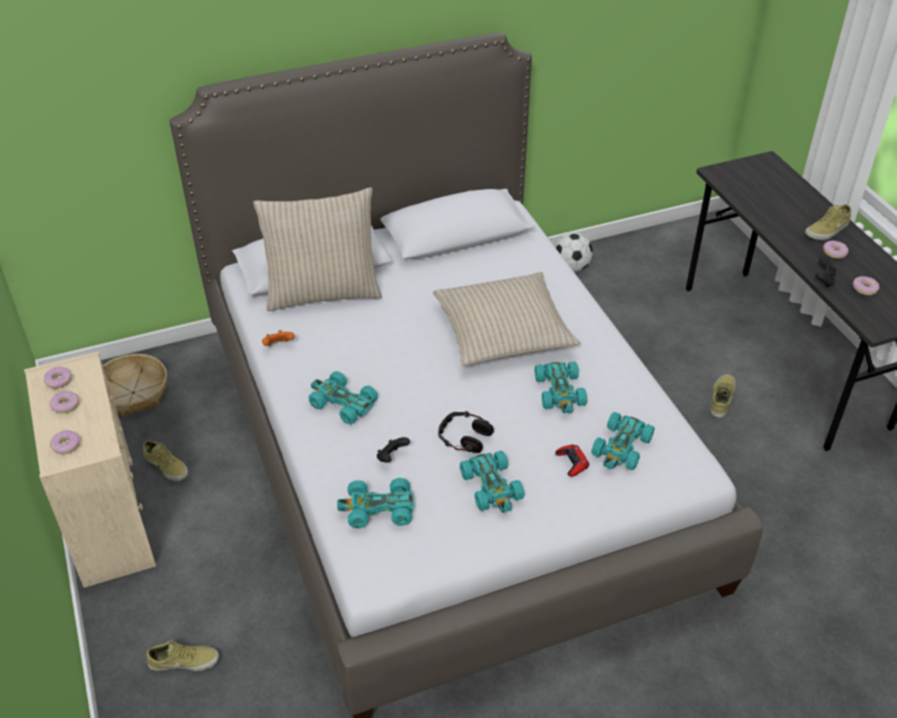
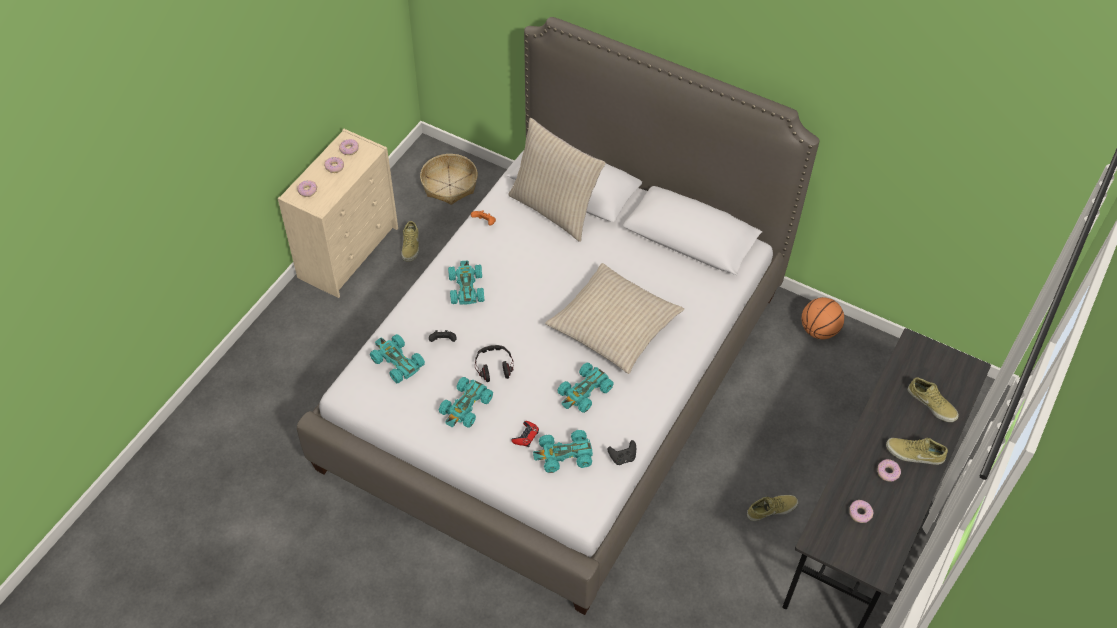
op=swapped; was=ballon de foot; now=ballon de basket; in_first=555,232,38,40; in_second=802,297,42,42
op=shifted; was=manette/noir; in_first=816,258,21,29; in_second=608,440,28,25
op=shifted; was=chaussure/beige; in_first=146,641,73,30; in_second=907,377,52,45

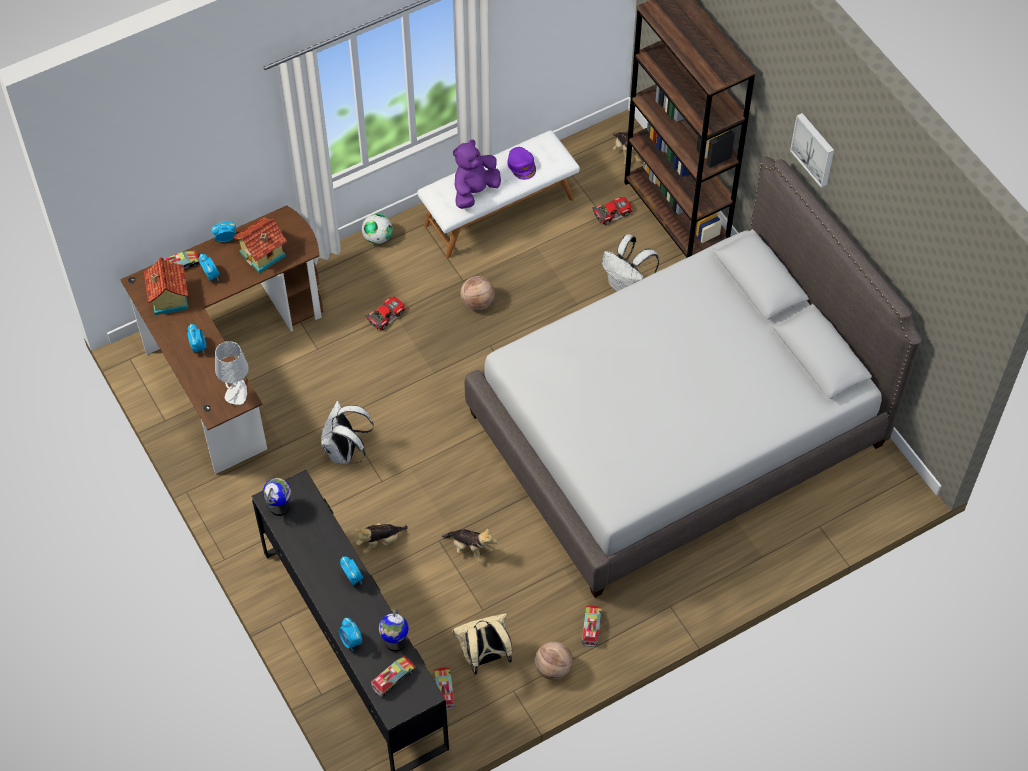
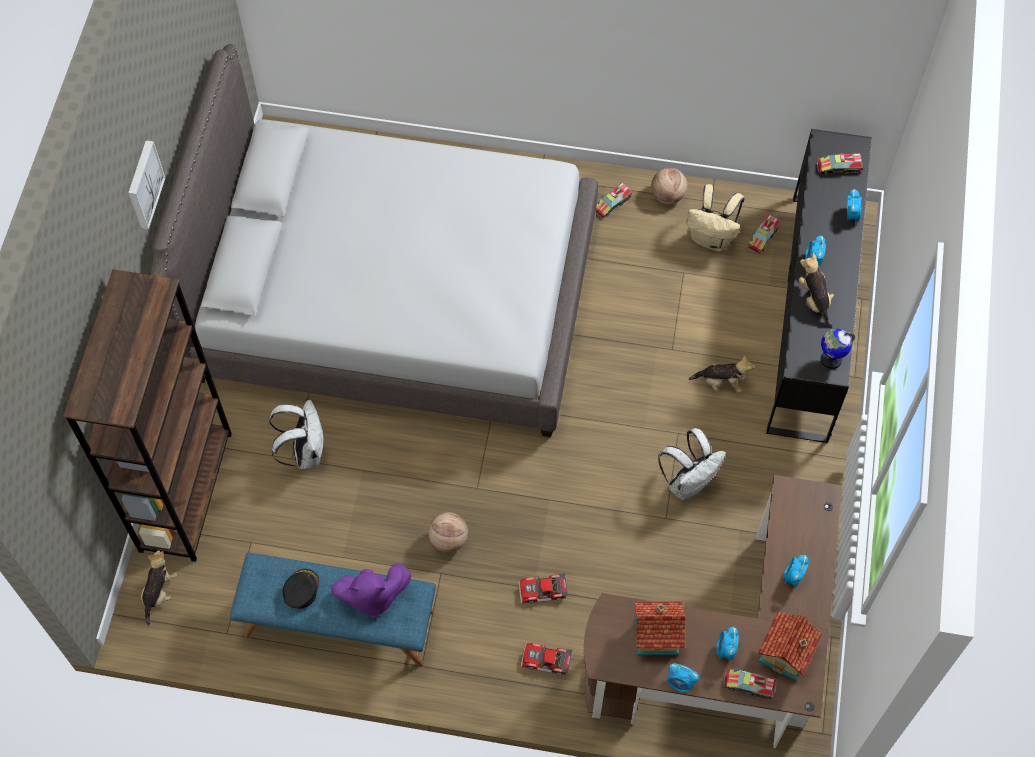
op=repainted; was=banc/blanc; now=banc/bleu; in_first=418,130,162,128; in_second=230,553,206,114
op=repainted; was=casquette/violet; now=casquette/noir; in_first=508,147,28,33; in_second=283,569,36,40
op=shifted; was=petite voiture; in_first=592,197,42,28; in_second=520,643,52,32
op=gone; was=ballon de foot; in_first=362,214,30,30
op=gone; was=lampe de table/gris; in_first=215,341,33,64
op=shifted; was=peluche; in_first=442,529,55,34; in_second=799,253,35,75
op=gone; was=globe; in_first=379,609,29,43

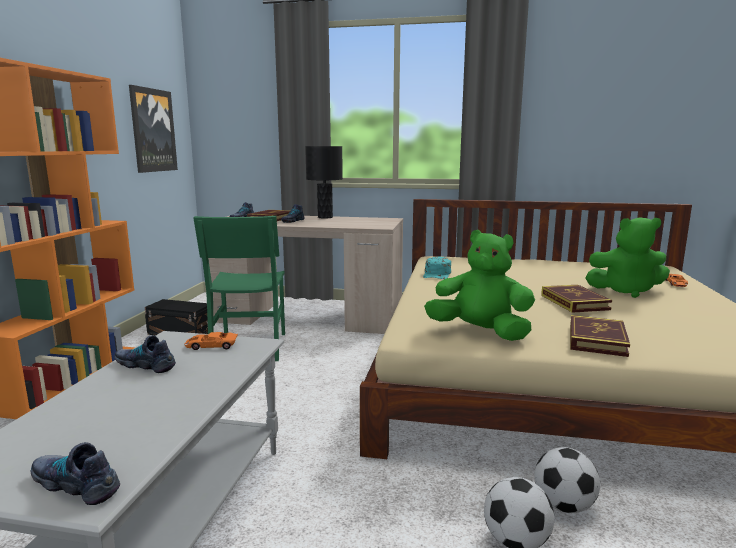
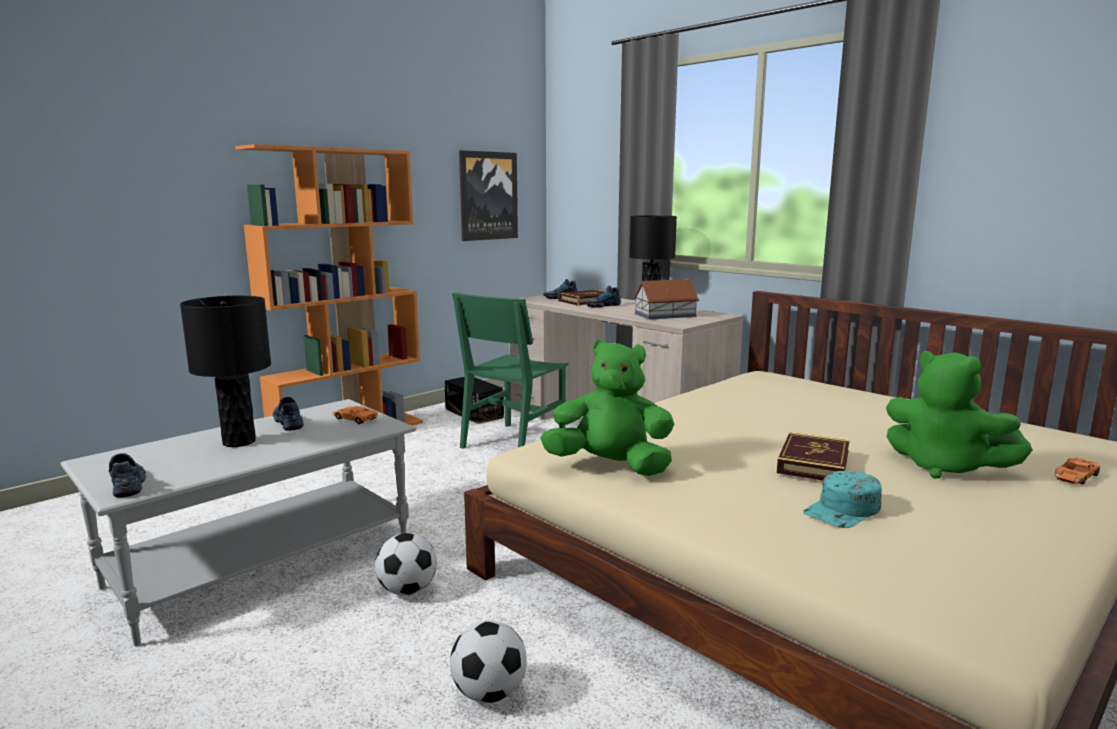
op=rotated; was=peluche/vert; in_first=424,230,111,111; in_second=540,339,134,137; clockwise=-45
op=shifted; was=casquette/turquoise; in_first=423,256,28,23; in_second=803,471,79,57
op=gone; was=livre; in_first=570,315,60,42
op=shifted; was=ballon de foot; in_first=534,447,66,66; in_second=375,533,62,63
op=new; now=maison miniature; in_second=634,279,65,41
op=new; now=lampe de table/noir; in_second=180,296,91,151

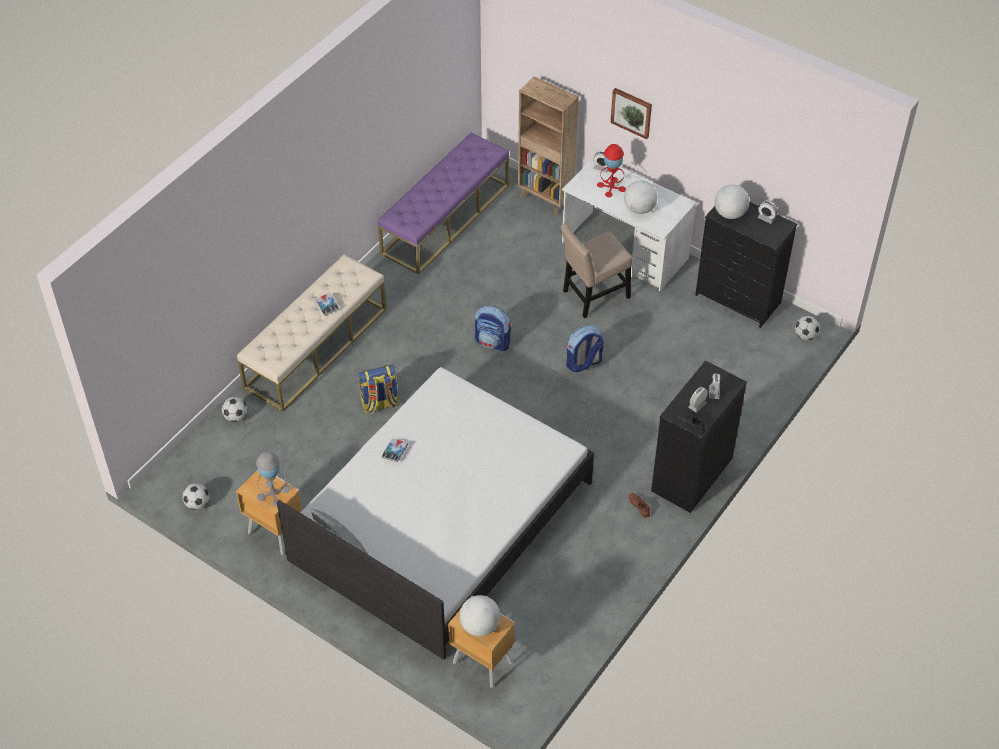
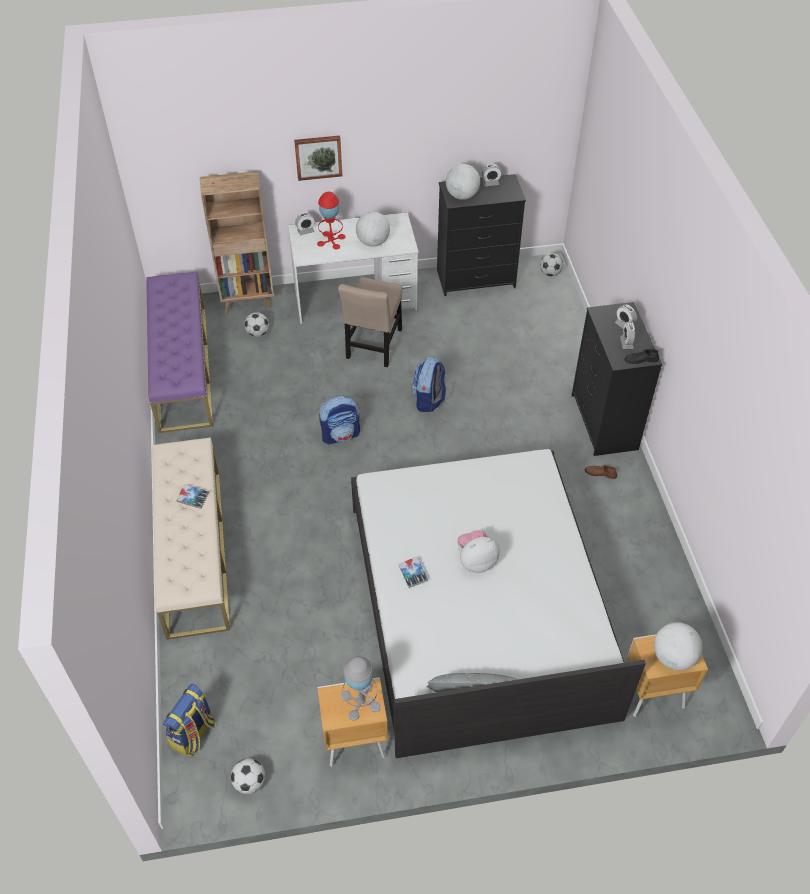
op=shifted; was=sac à dos; in_first=358,365,41,48; in_second=163,684,52,73
op=shifted; was=ballon de foot; in_first=222,396,26,26; in_second=244,312,25,25
op=new; now=peluche; in_second=457,530,43,43

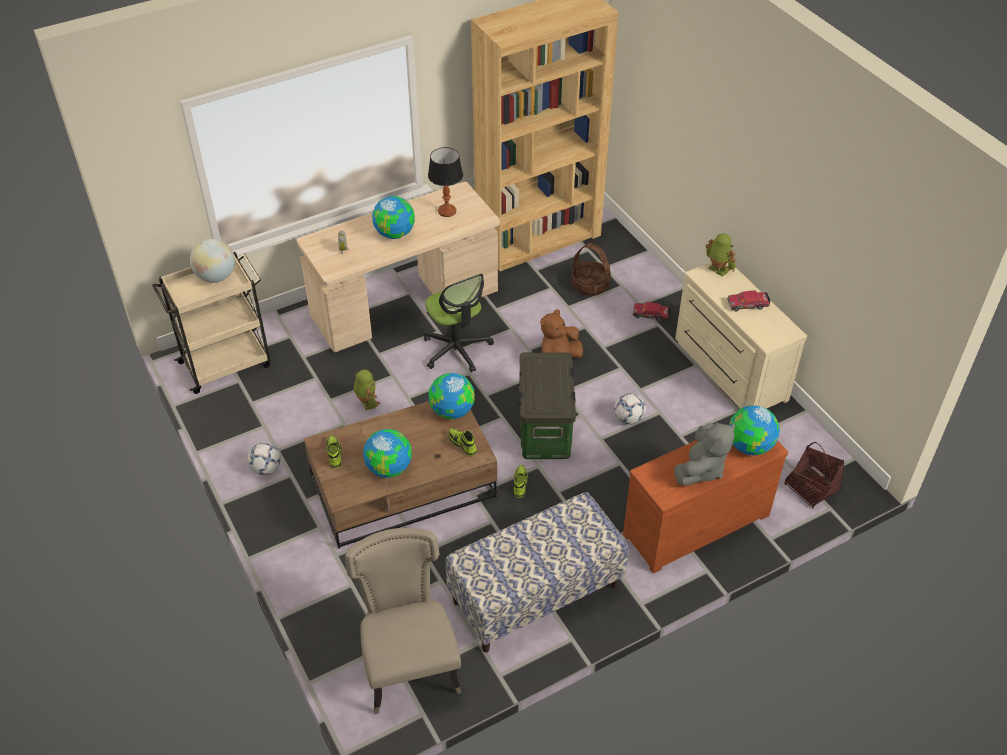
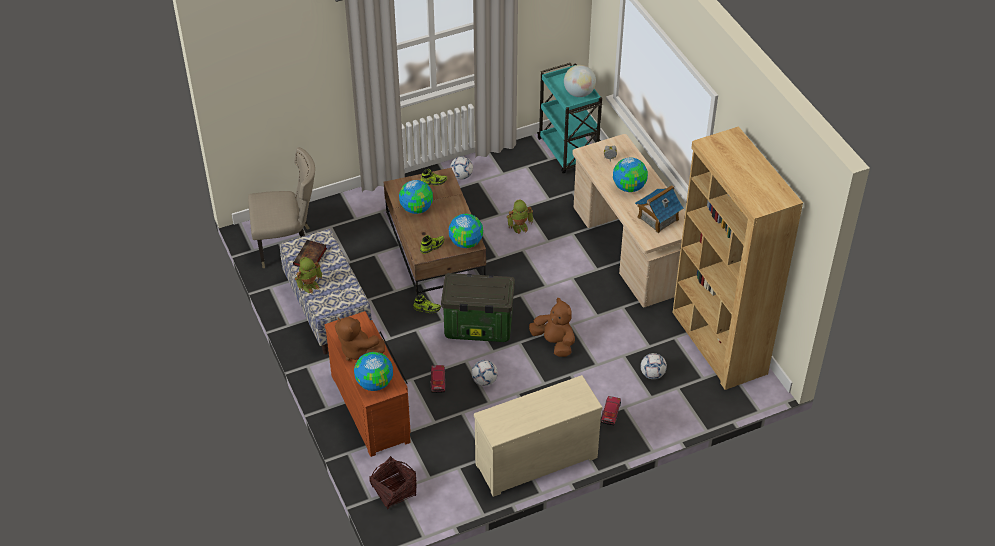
op=swapped; was=lampe de table; now=maison miniature; in_first=428,147,35,70; in_second=635,185,48,48
op=shifted; was=robot jouet; in_first=706,233,30,43; in_second=295,257,27,37
op=swapped; was=panier; now=ballon de foot; in_first=571,243,40,53; in_second=640,353,27,26
op=repainted; was=chariot/beige; now=chariot/turquoise; in_first=152,252,119,142; in_second=537,63,65,111
op=gone; was=chaise de bureau; in_first=424,273,70,99
op=shifted; was=petite voiture; in_first=727,291,44,20; in_second=430,365,16,28
op=repainted; was=peluche/gris; now=peluche/marron; in_first=675,423,60,63; in_second=335,317,50,44
op=new; now=livre; in_second=293,240,34,27

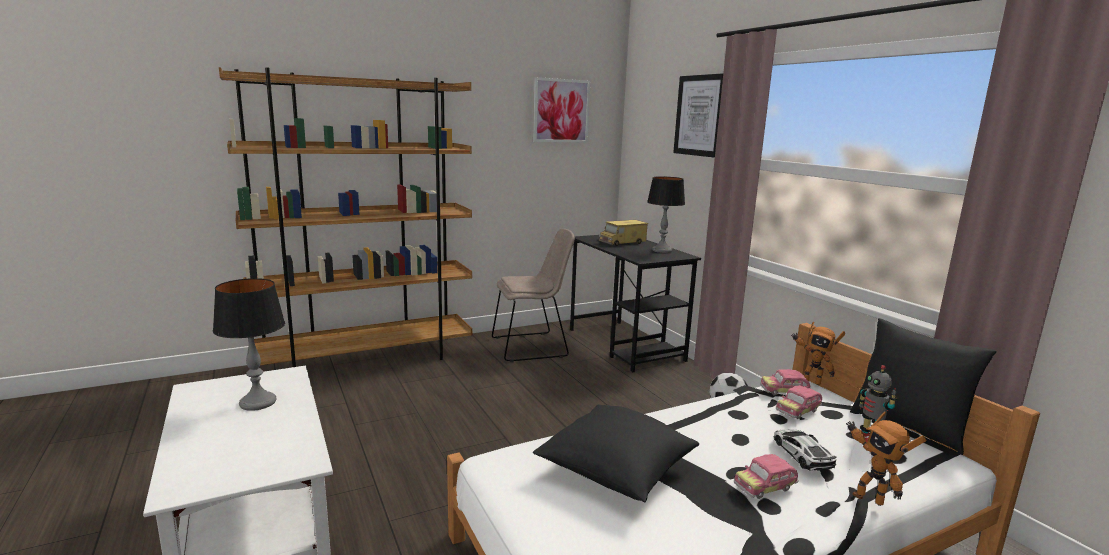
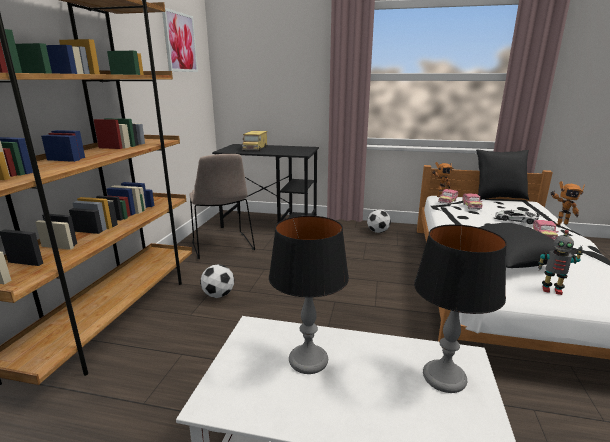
op=gone; was=tableau; in_first=673,73,50,85
op=shifted; was=lampe de table; in_first=647,176,38,77; in_second=414,224,93,169
op=rotated; was=chaise/beige; in_first=492,229,83,133; in_second=189,154,66,105; clockwise=135
op=shifted; was=robot jouet; in_first=858,365,40,77; in_second=538,230,45,65
op=new; now=ballon de foot; in_second=200,264,34,34

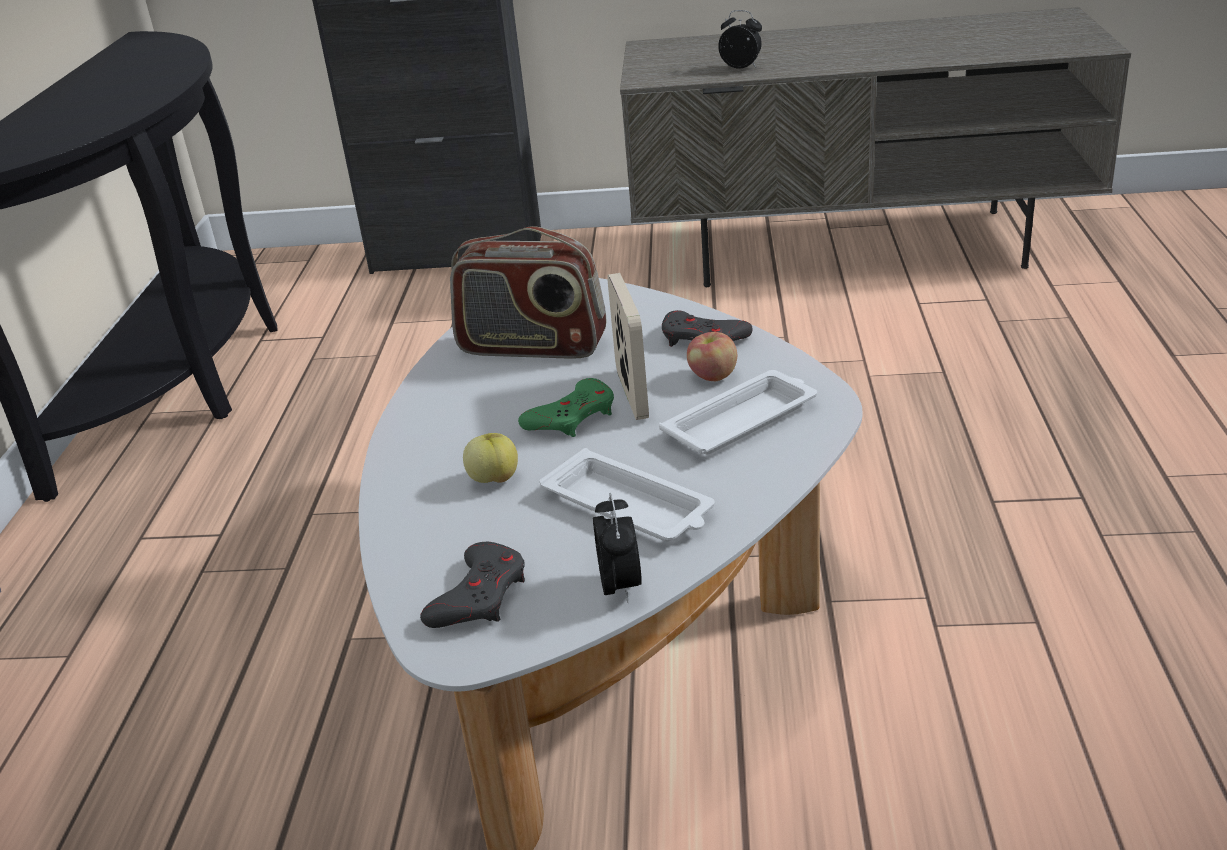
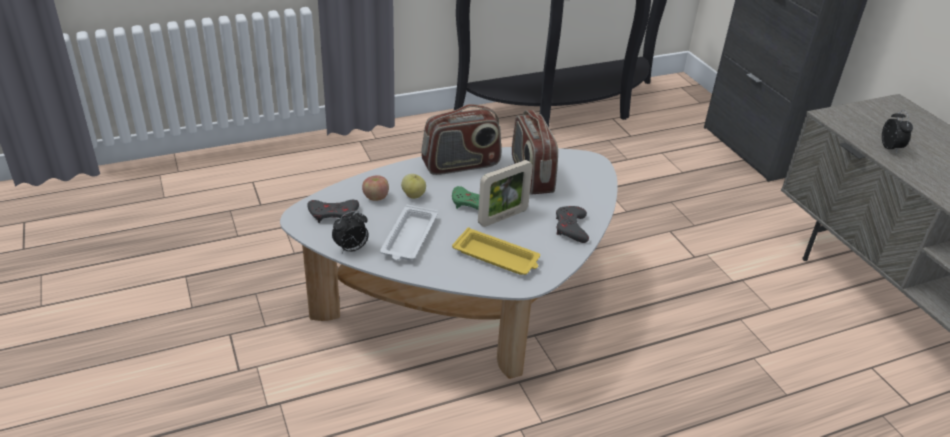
op=shifted; was=pomme; in_first=687,332,50,49; in_second=362,175,27,26
op=repainted; was=plateau/blanc; now=plateau/jaune; in_first=659,370,158,85; in_second=452,227,88,48
op=new; now=radio; in_second=421,104,80,71

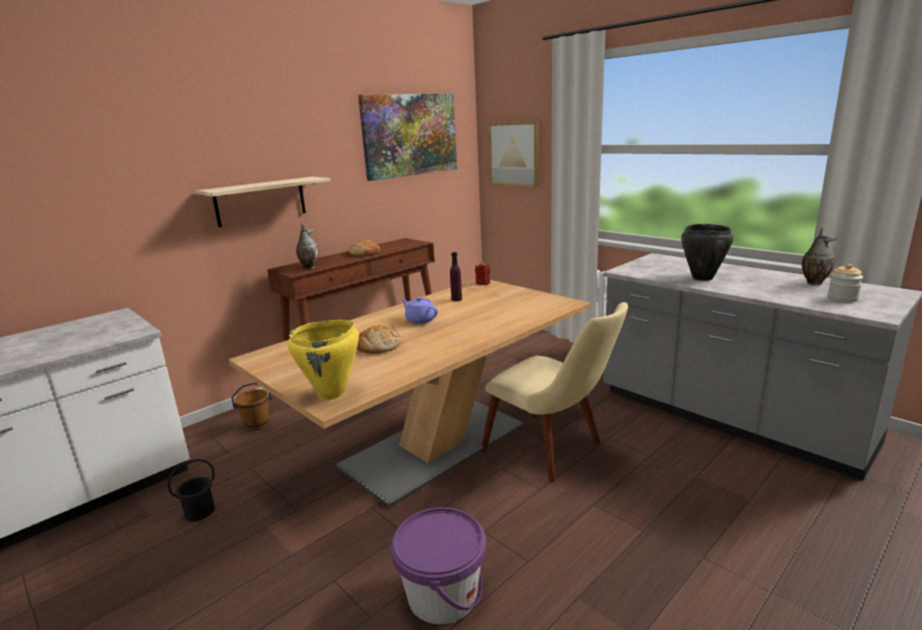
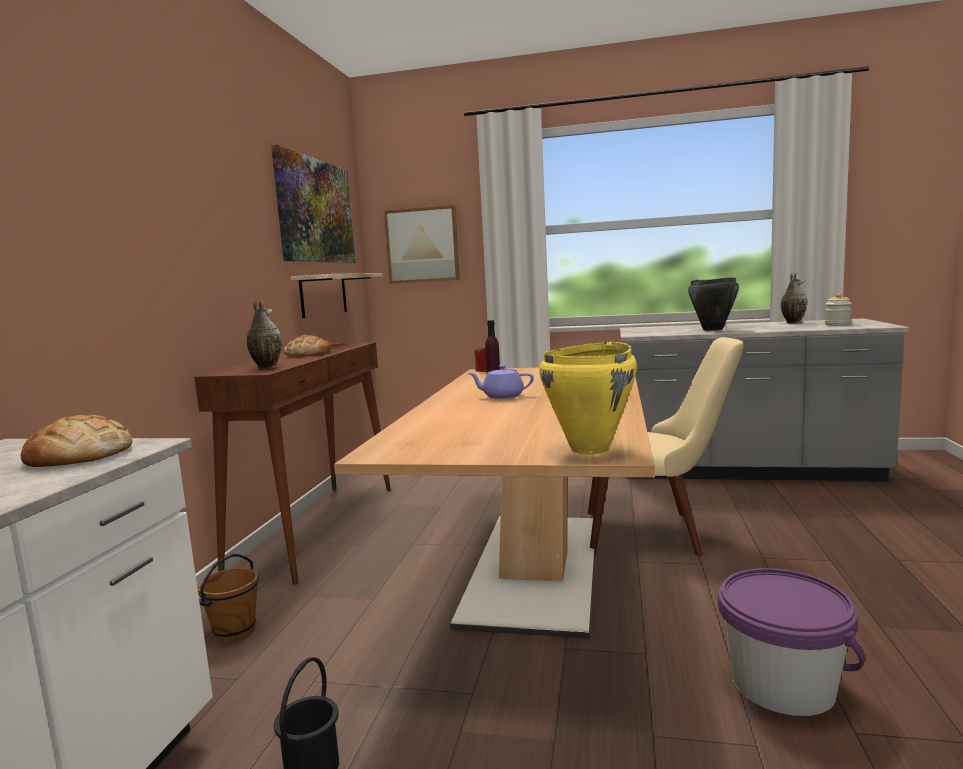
op=shifted; was=étagère; in_first=196,177,135,50; in_second=291,273,92,45
op=shifted; was=pain; in_first=357,325,44,28; in_second=21,415,111,52

